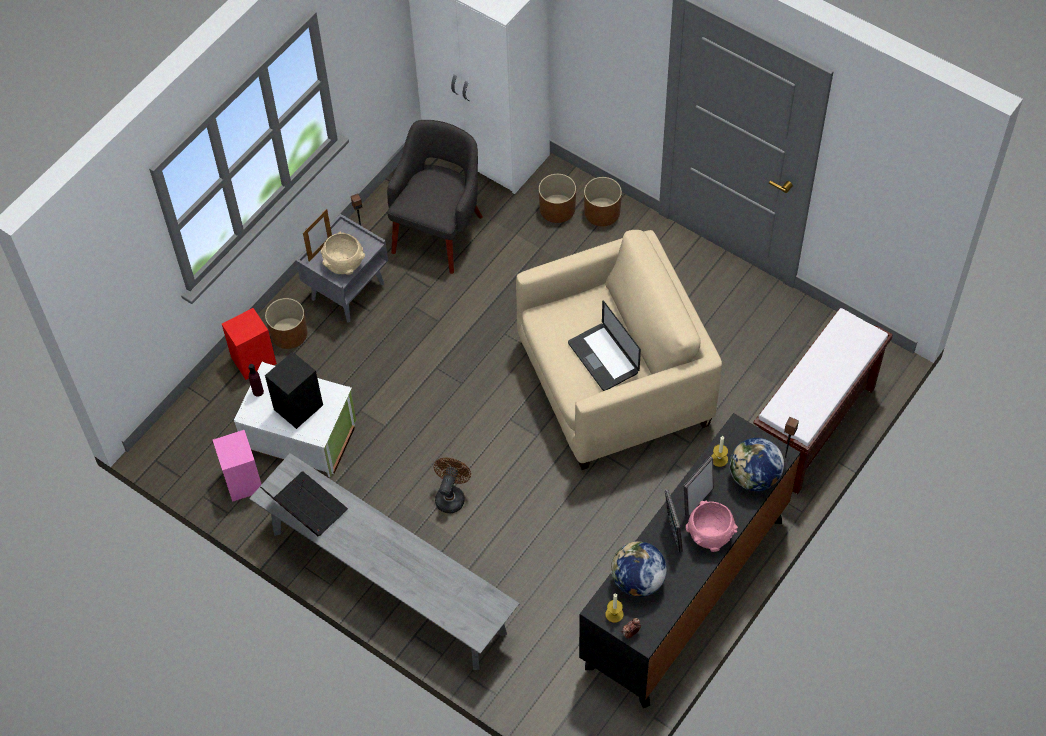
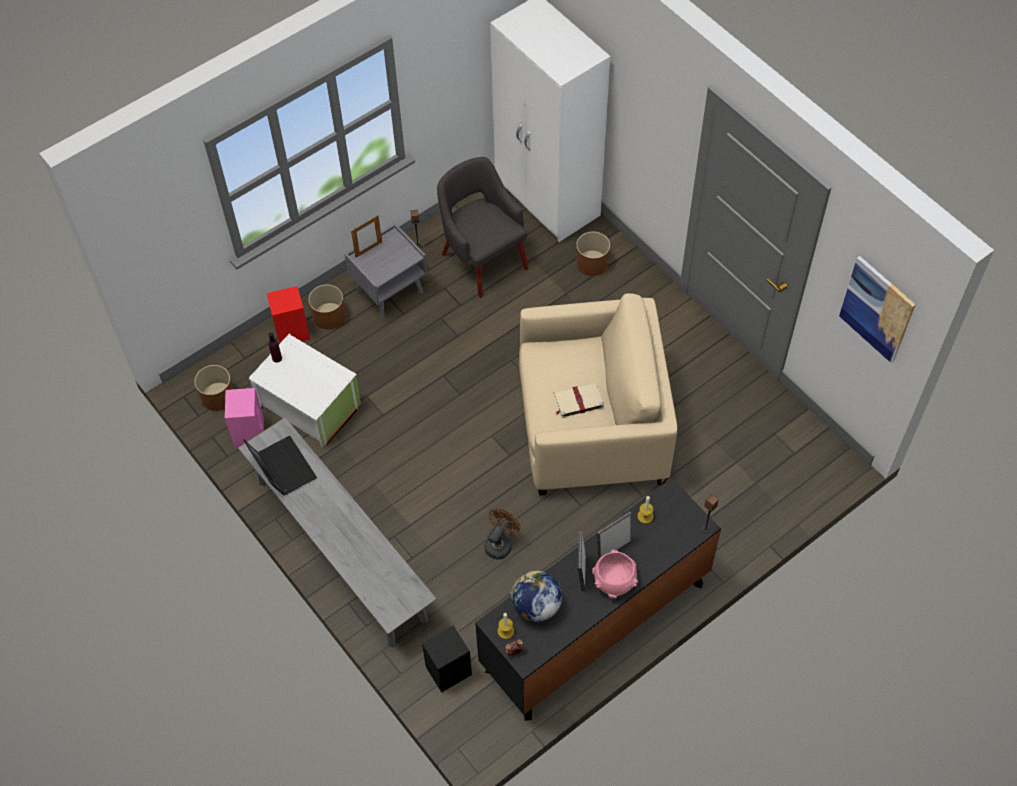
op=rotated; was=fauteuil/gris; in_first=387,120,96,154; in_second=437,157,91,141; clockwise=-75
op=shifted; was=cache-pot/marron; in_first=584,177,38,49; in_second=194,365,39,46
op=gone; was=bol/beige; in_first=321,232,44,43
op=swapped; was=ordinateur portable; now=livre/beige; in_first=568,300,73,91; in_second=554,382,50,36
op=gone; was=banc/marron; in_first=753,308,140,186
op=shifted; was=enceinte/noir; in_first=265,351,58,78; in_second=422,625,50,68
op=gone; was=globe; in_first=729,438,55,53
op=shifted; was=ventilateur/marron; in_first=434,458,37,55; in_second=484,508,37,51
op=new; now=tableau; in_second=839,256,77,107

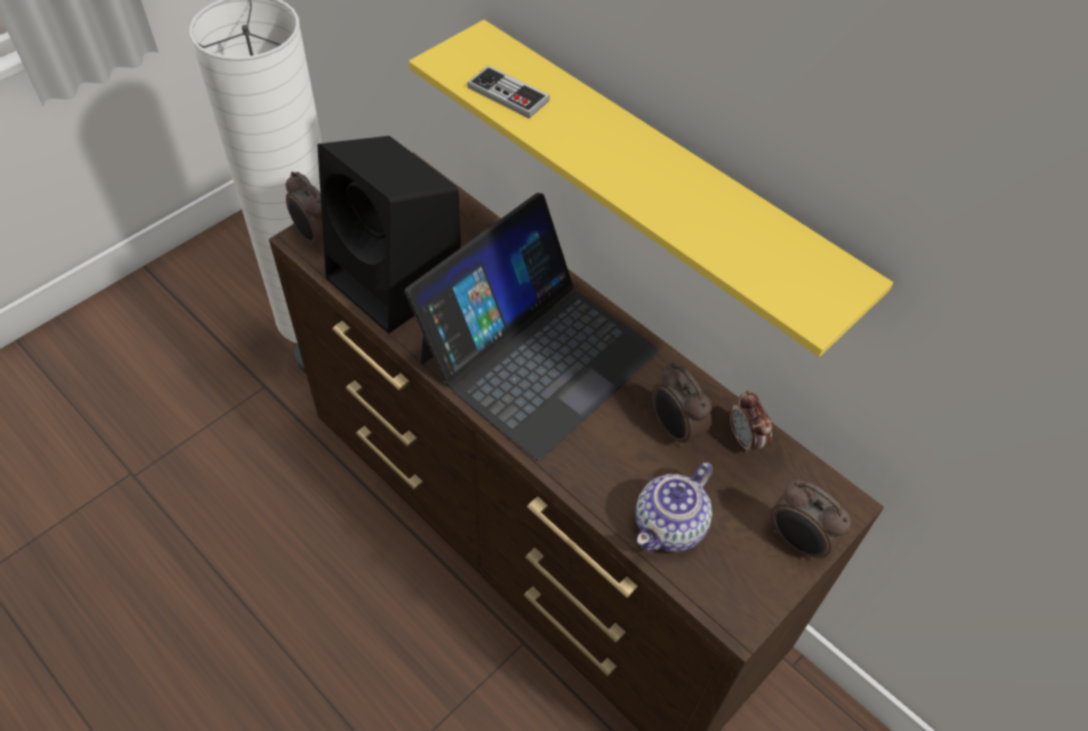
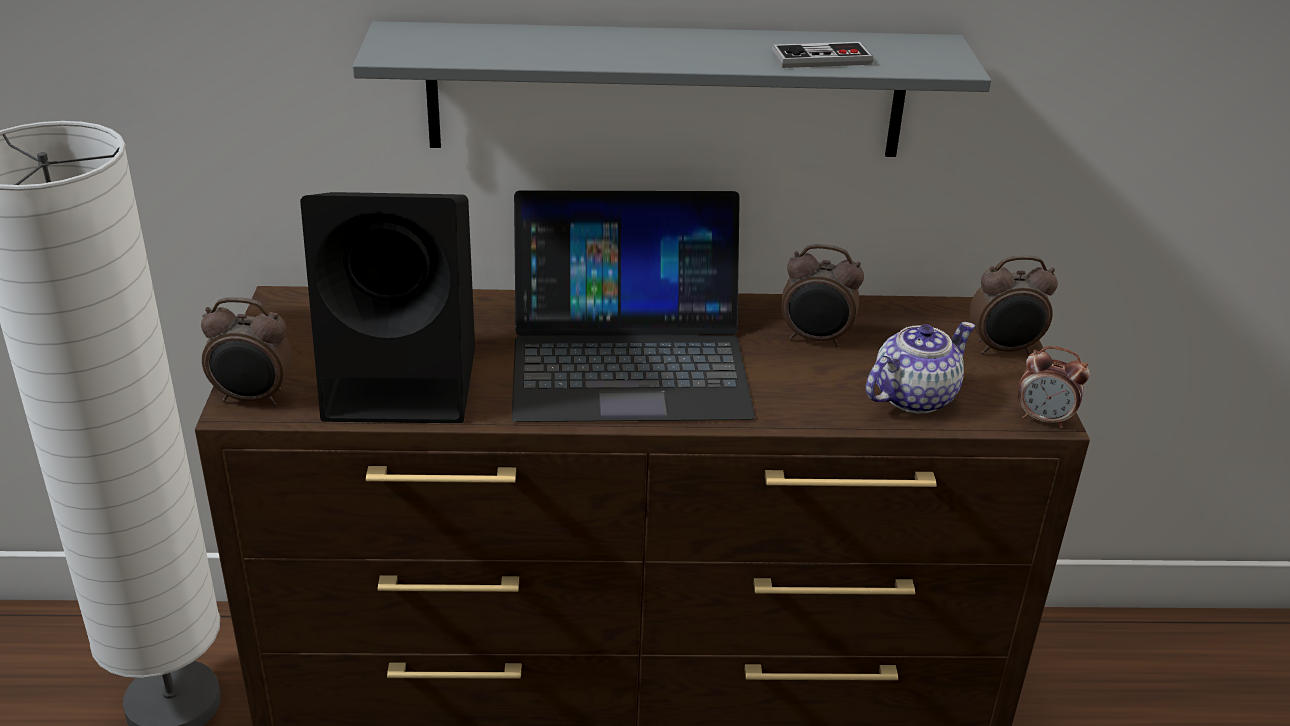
op=repainted; was=étagère/jaune; now=étagère/gris; in_first=409,20,484,337; in_second=353,21,638,136
op=shifted; was=manette; in_first=467,65,83,53; in_second=772,42,101,26
op=rotated; was=ordinateur portable; in_first=405,193,254,267; in_second=512,190,243,232; clockwise=90
op=shifted; was=réveil; in_first=730,390,43,64; in_second=1018,346,72,82
op=rotated; was=théière; in_first=635,462,78,90; in_second=865,322,110,91; clockwise=-120

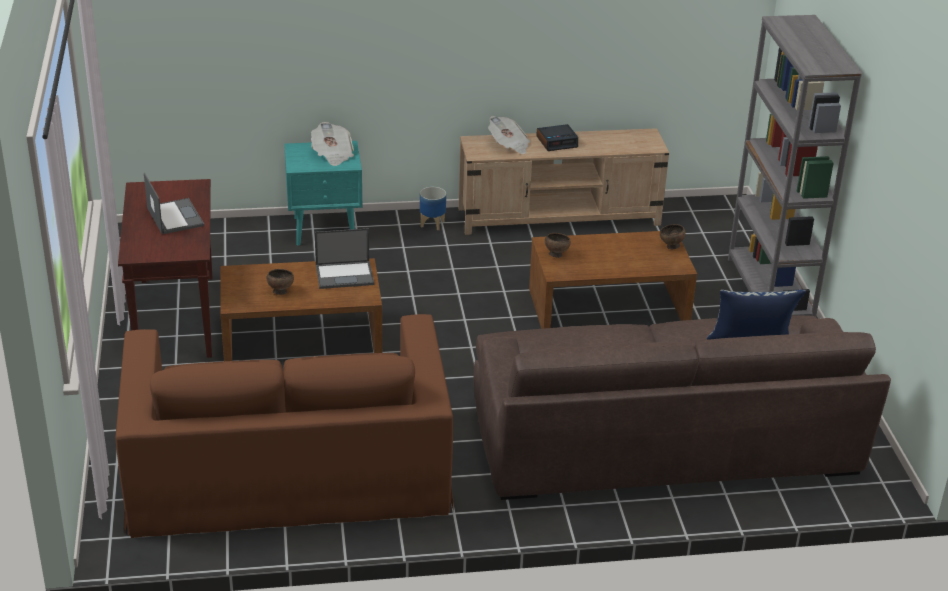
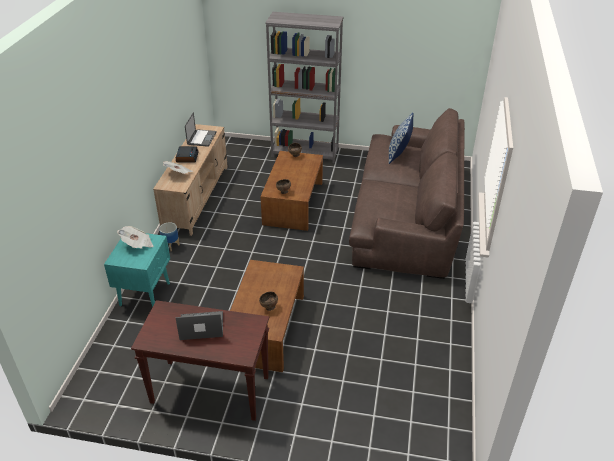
op=shifted; was=ordinateur portable; in_first=315,228,59,61; in_second=185,112,31,35
op=gone; was=canapé/marron; in_first=115,314,339,224

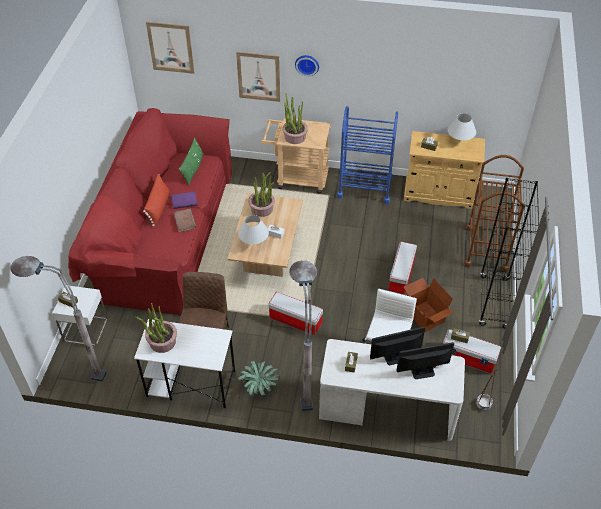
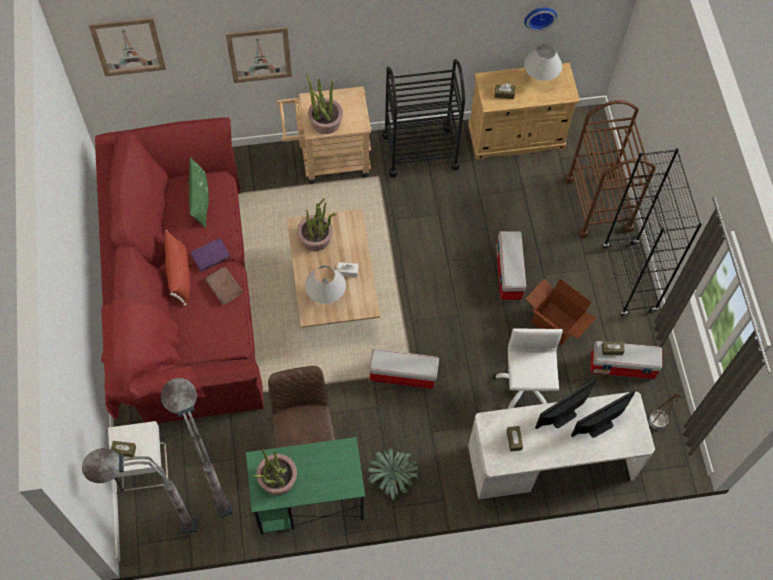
op=shifted; was=horloge murale; in_first=295,55,24,21; in_second=524,7,33,24
op=repainted; was=chariot/bleu; now=chariot/noir; in_first=337,106,61,98; in_second=382,59,83,119
op=shifted; was=lampadaire/gris; in_first=289,260,28,151; in_second=161,378,72,140
op=repainted; was=bureau/blanc; now=bureau/vert; in_first=134,319,101,89; in_second=246,437,119,97

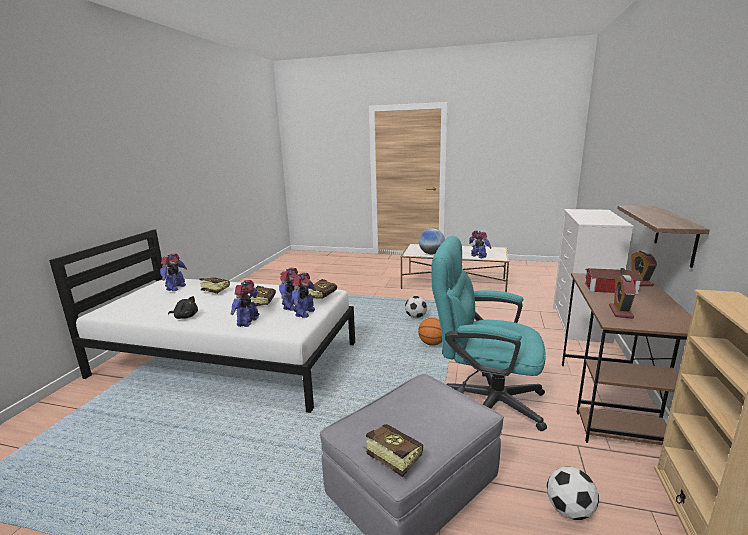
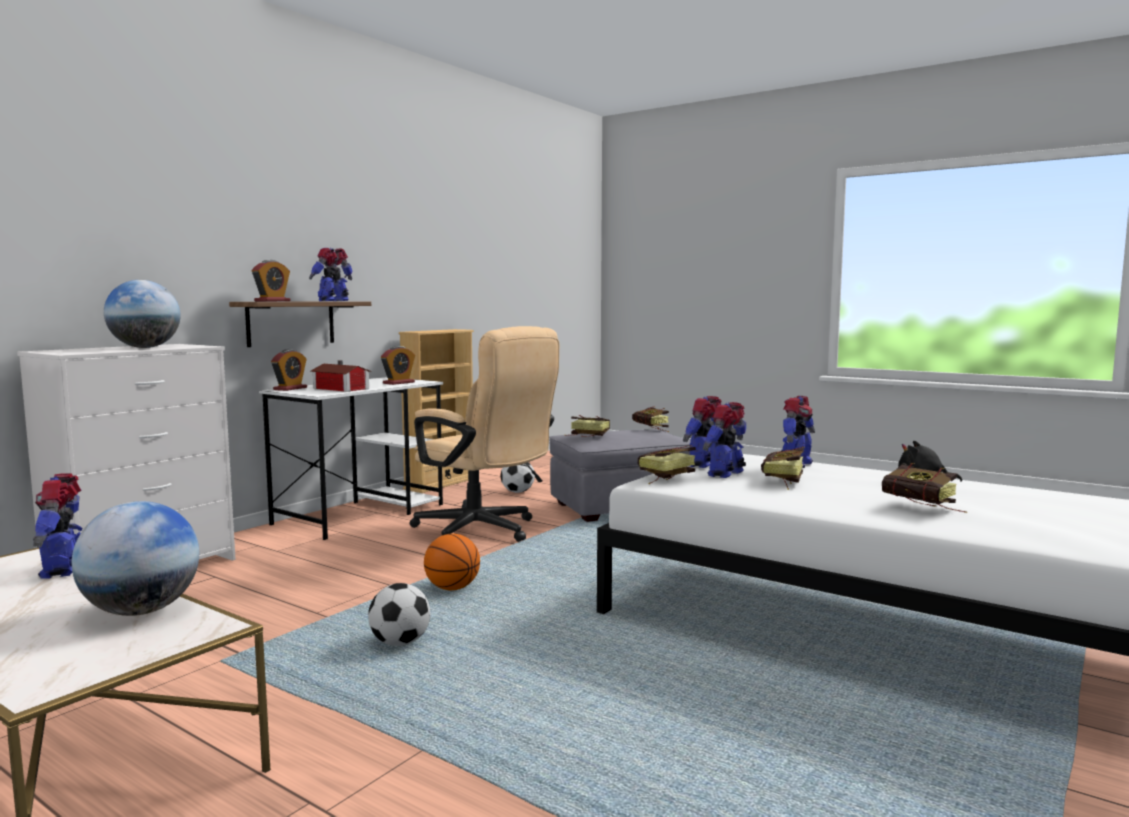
op=repainted; was=chaise de bureau/turquoise; now=chaise de bureau/beige; in_first=432,236,115,195; in_second=410,326,149,216
op=shifted; was=robot jouet; in_first=160,254,27,37; in_second=309,248,43,53
op=repainted; was=bureau/marron; now=bureau/blanc; in_first=562,273,130,172; in_second=259,377,184,163
op=new; now=réveil; in_second=252,260,38,41
op=new; now=globe; in_second=104,280,76,68
op=new; now=livre; in_second=564,415,46,22

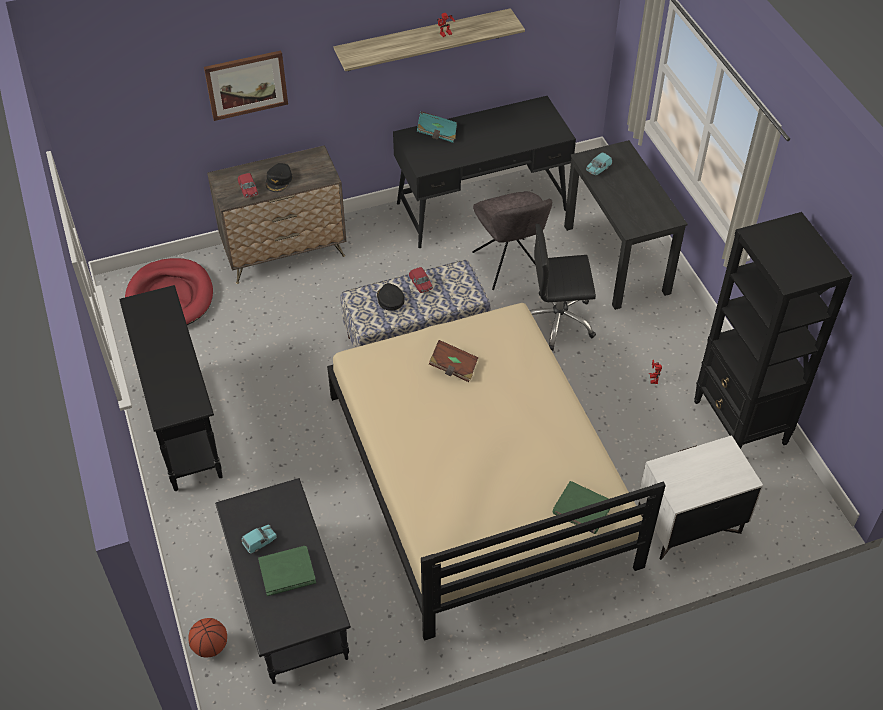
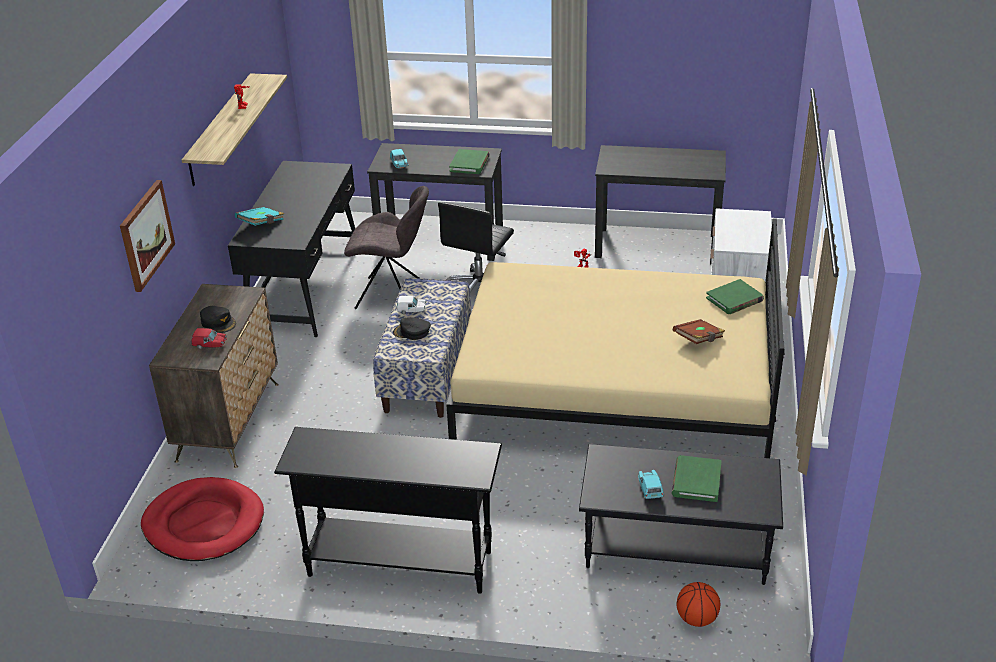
op=swapped; was=bibliothèque/noir; now=bureau/noir; in_first=694,212,158,237; in_second=595,145,131,119
op=repainted; was=petite voiture/rouge; now=petite voiture/blanc; in_first=409,267,24,26; in_second=396,296,30,18
op=shifted; was=livre/marron; in_first=429,340,50,42; in_second=673,319,52,25
op=new; now=livre/vert; in_second=449,149,41,25

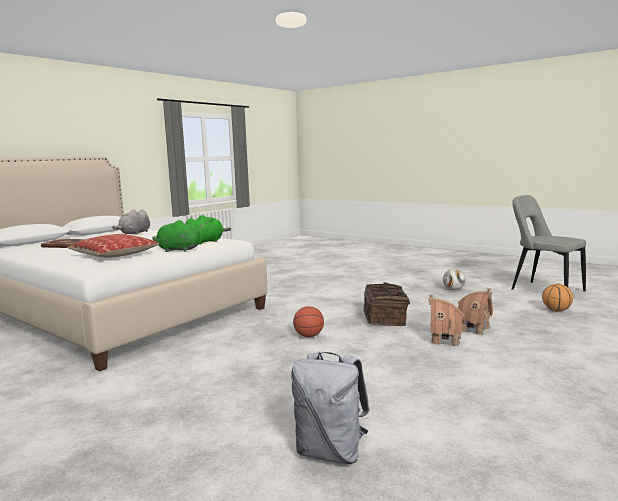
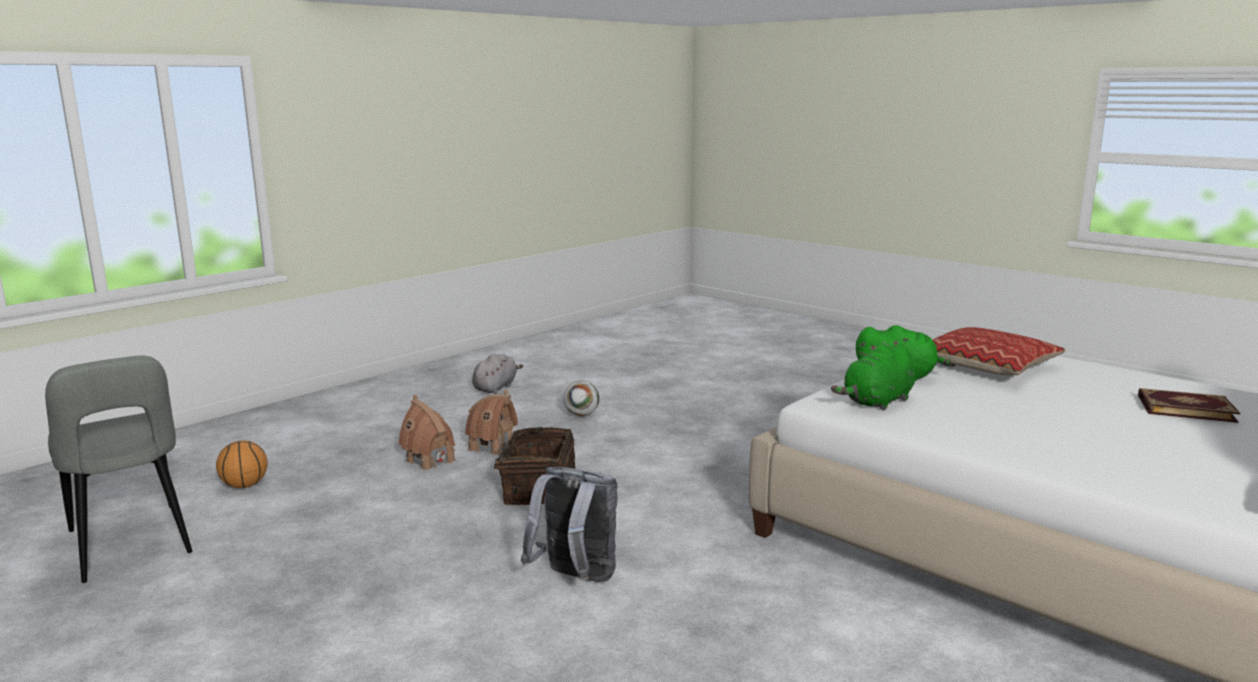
op=shifted; was=peluche/gris; in_first=112,209,38,26; in_second=472,354,51,40
op=shifted; was=ballon de foot; in_first=443,269,22,21; in_second=564,380,36,36
op=gone; was=ballon de basket; in_first=293,306,31,31
op=shifted; was=sac à dos/gris; in_first=291,352,79,112; in_second=521,467,97,115

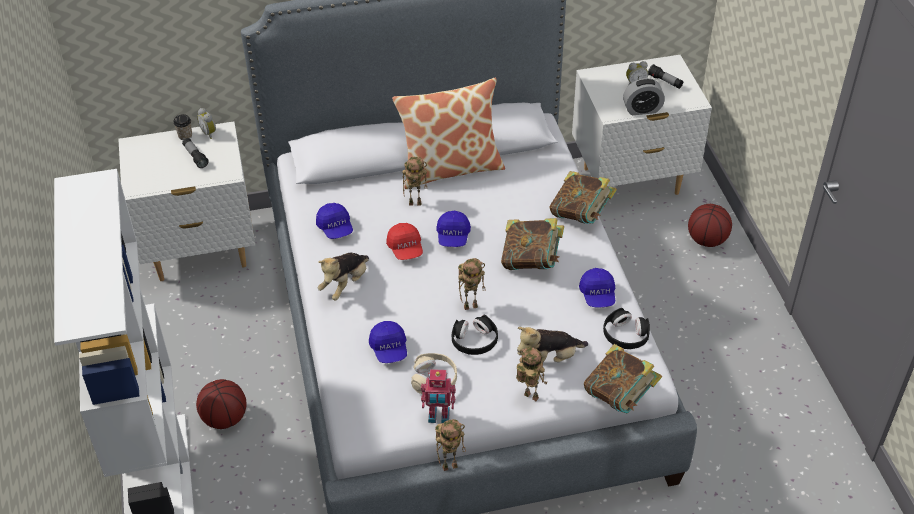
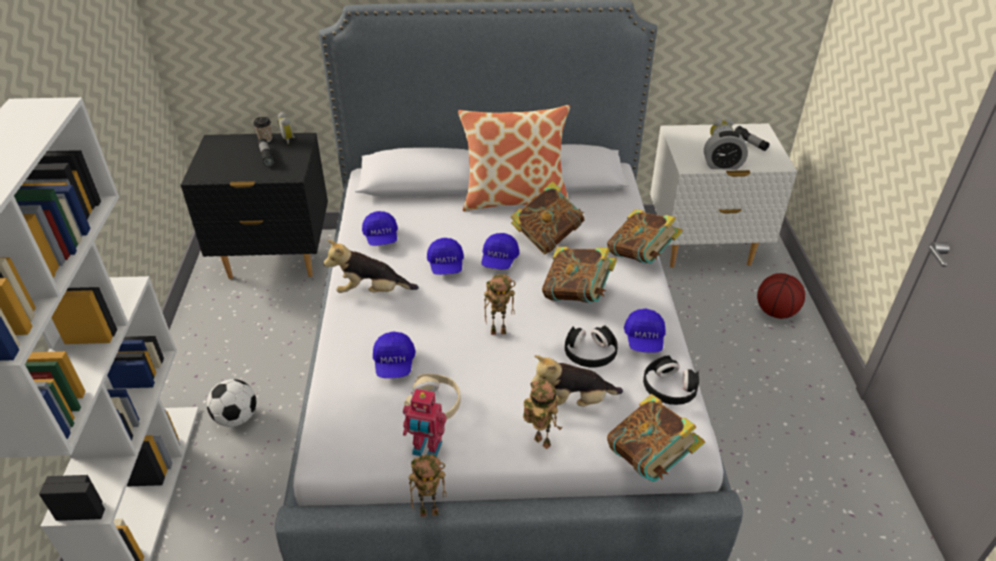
op=repainted; was=table de chevet/blanc; now=table de chevet/noir; in_first=118,121,137,160; in_second=181,133,147,146
op=gone; was=robot jouet; in_first=402,157,25,49
op=repainted; was=casquette/rouge; now=casquette/bleu; in_first=386,223,37,37; in_second=427,238,37,37
op=rotated; was=peluche; in_first=318,253,51,47; in_second=323,240,96,53; clockwise=45
op=shifted; was=casque audio/noir; in_first=452,315,46,40; in_second=565,325,53,43
op=swapped; was=ballon de basket; now=ballon de foot; in_first=196,379,51,50; in_second=207,379,49,48
op=new; now=livre; in_second=511,181,74,73

